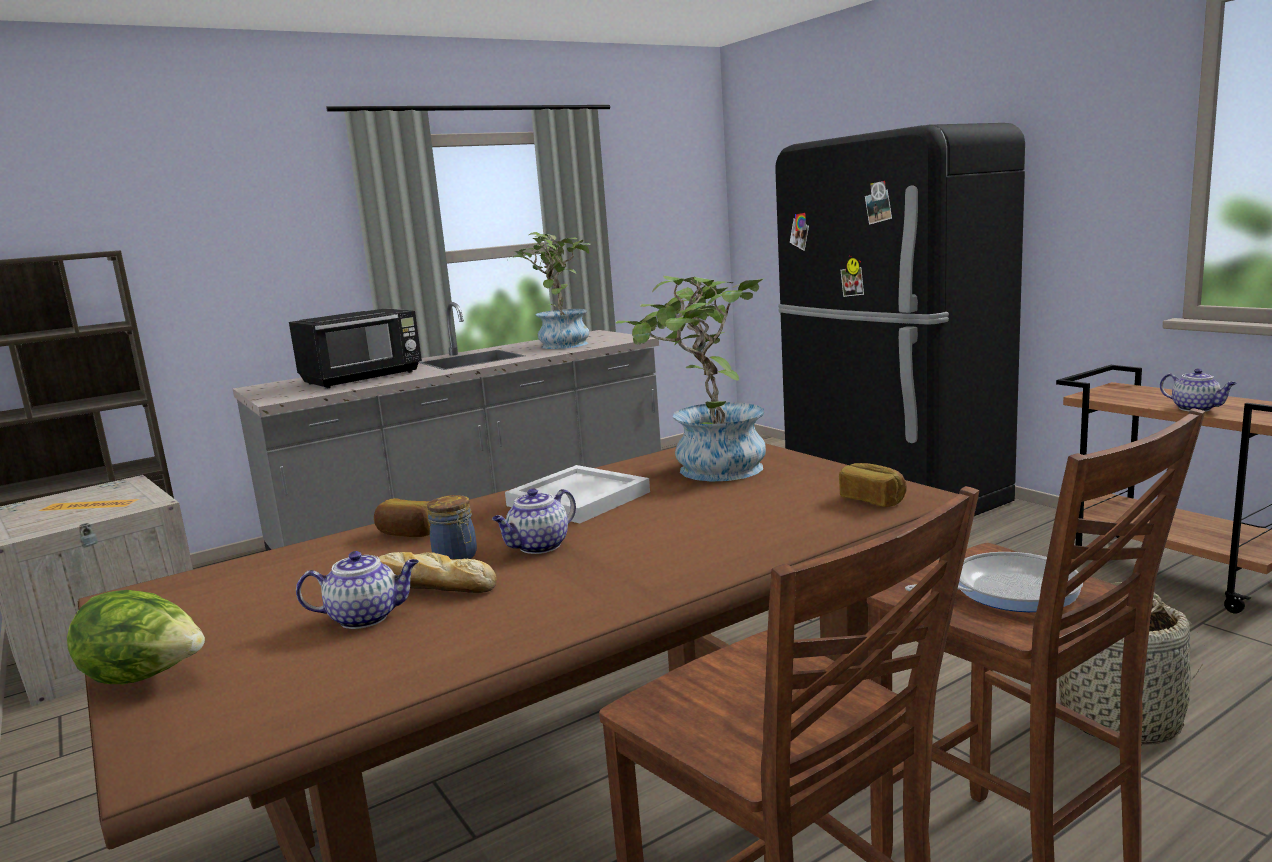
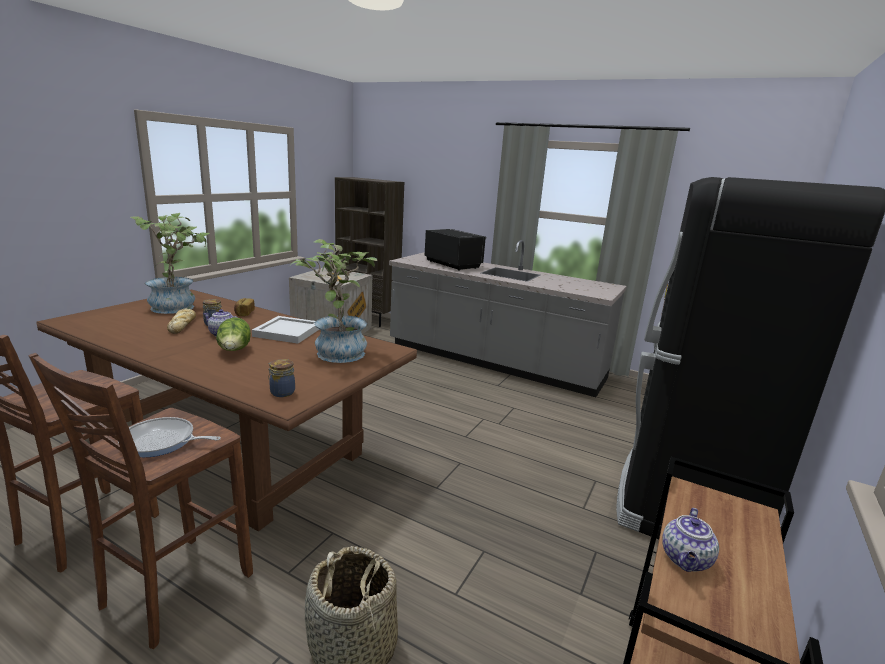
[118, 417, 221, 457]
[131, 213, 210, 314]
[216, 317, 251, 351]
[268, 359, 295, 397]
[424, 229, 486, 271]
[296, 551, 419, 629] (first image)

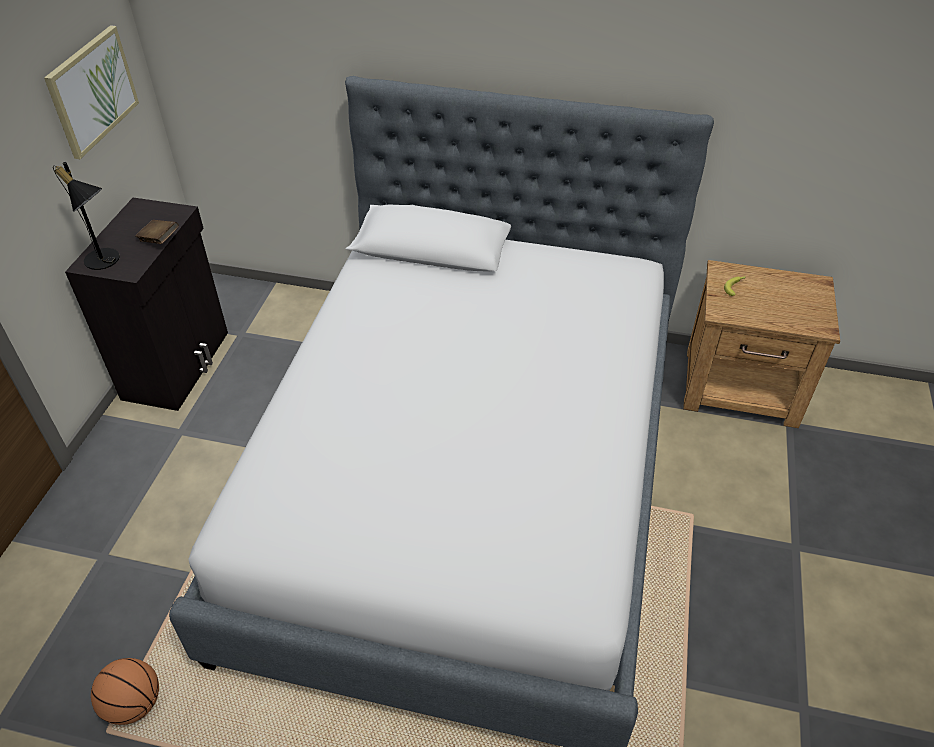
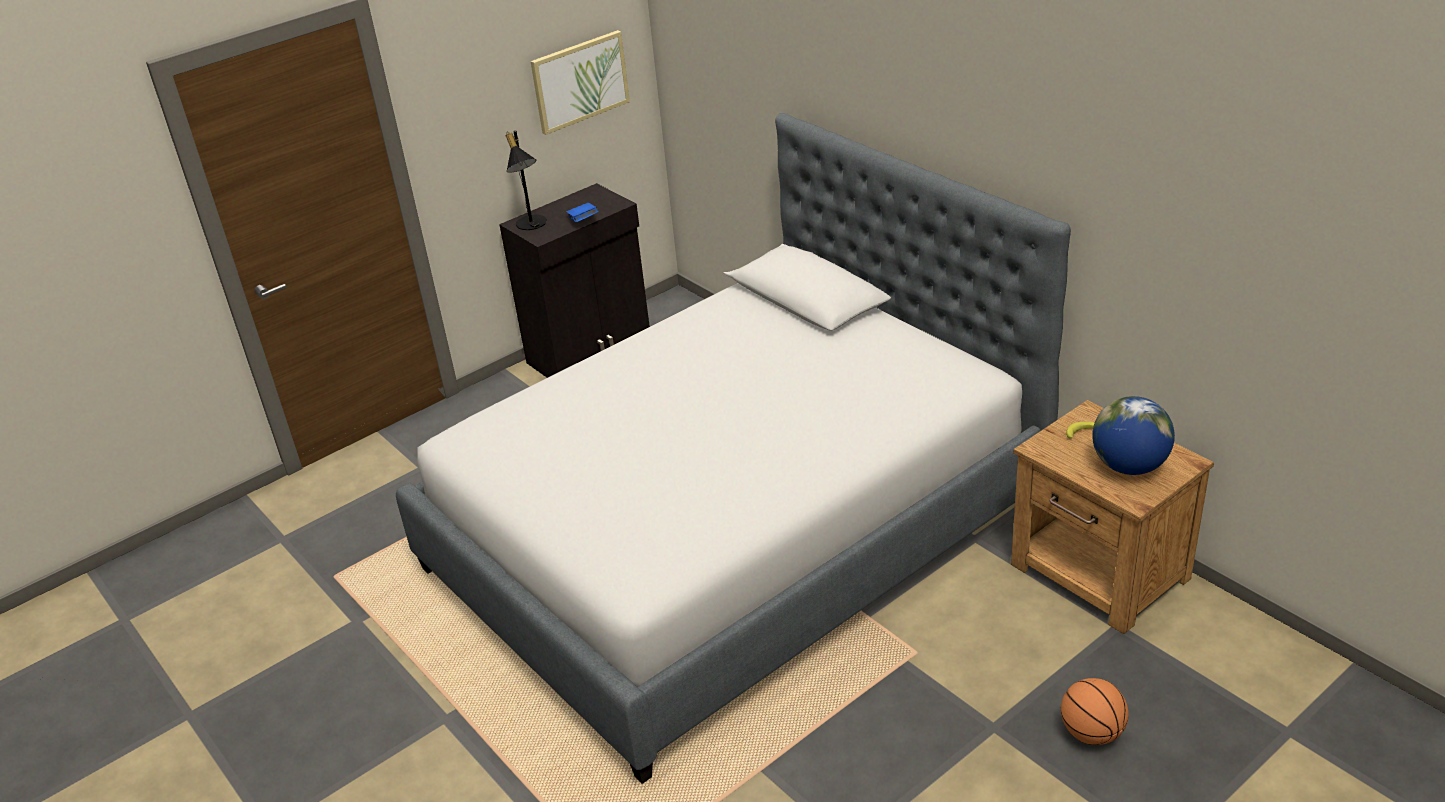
[567, 203, 599, 222]
[1061, 678, 1129, 745]
[1092, 396, 1175, 475]

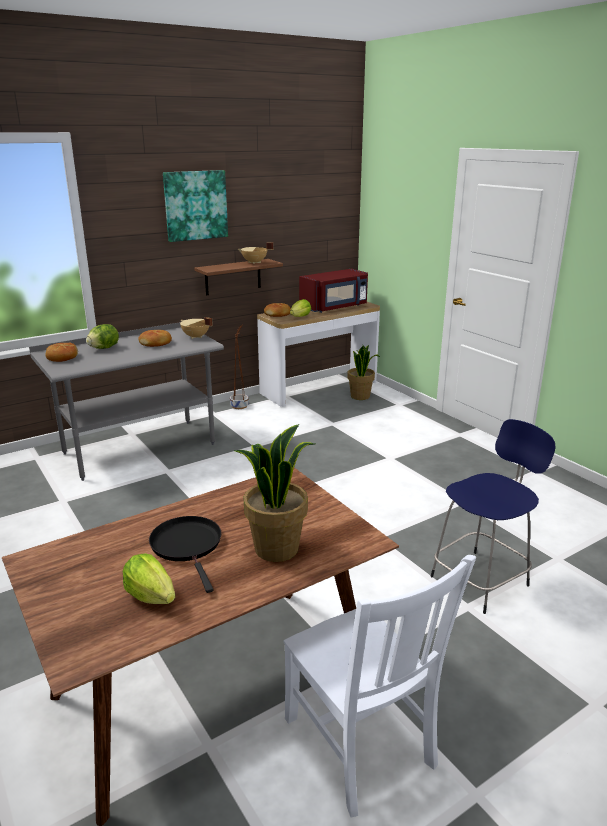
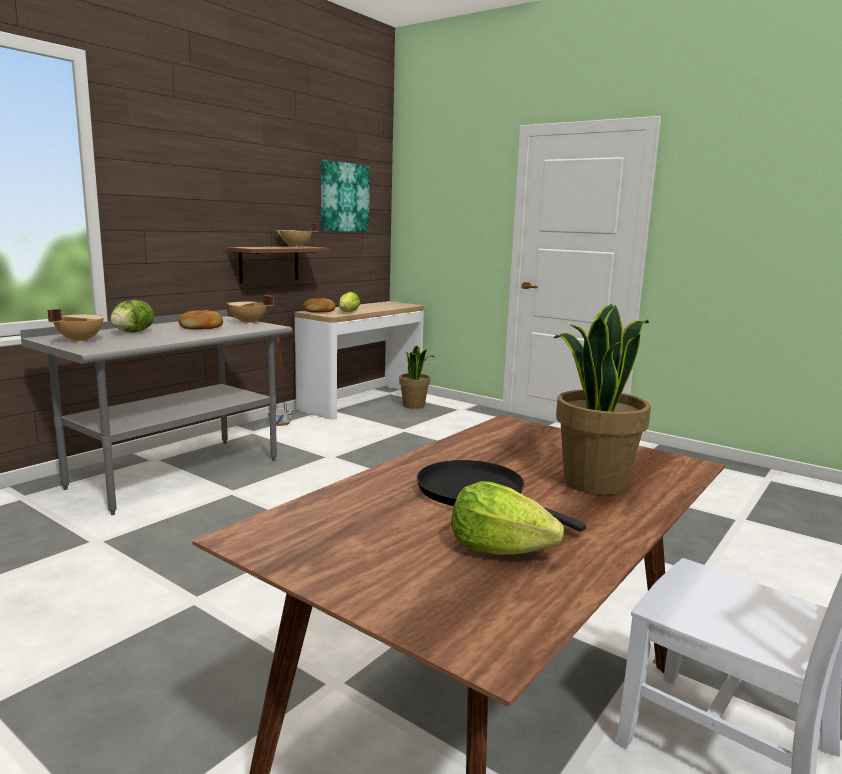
[47, 309, 104, 342]
[321, 160, 370, 232]
[299, 269, 368, 313] (first image)
[430, 419, 556, 614] (first image)

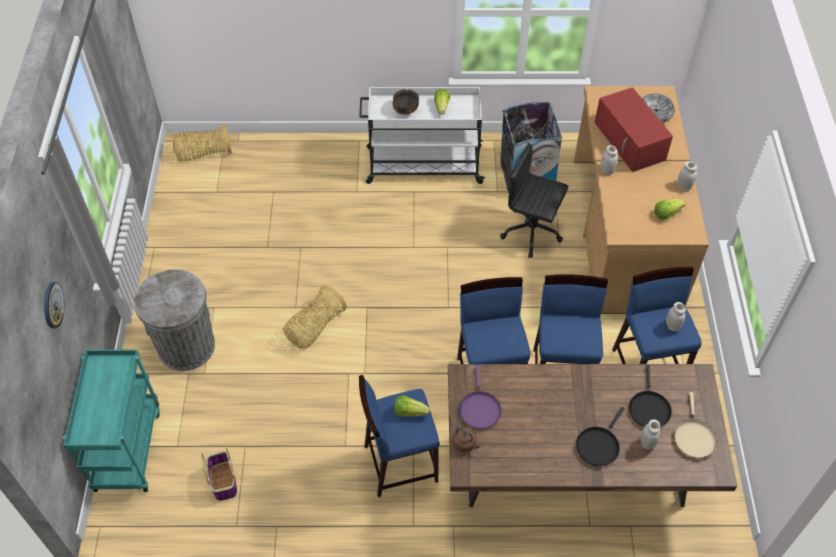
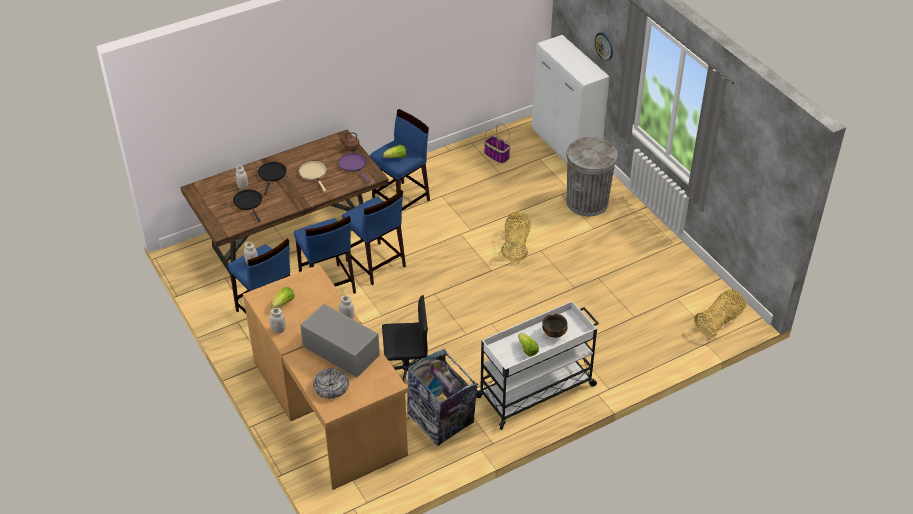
[299, 161, 327, 192]
[300, 304, 380, 377]
[532, 35, 610, 163]

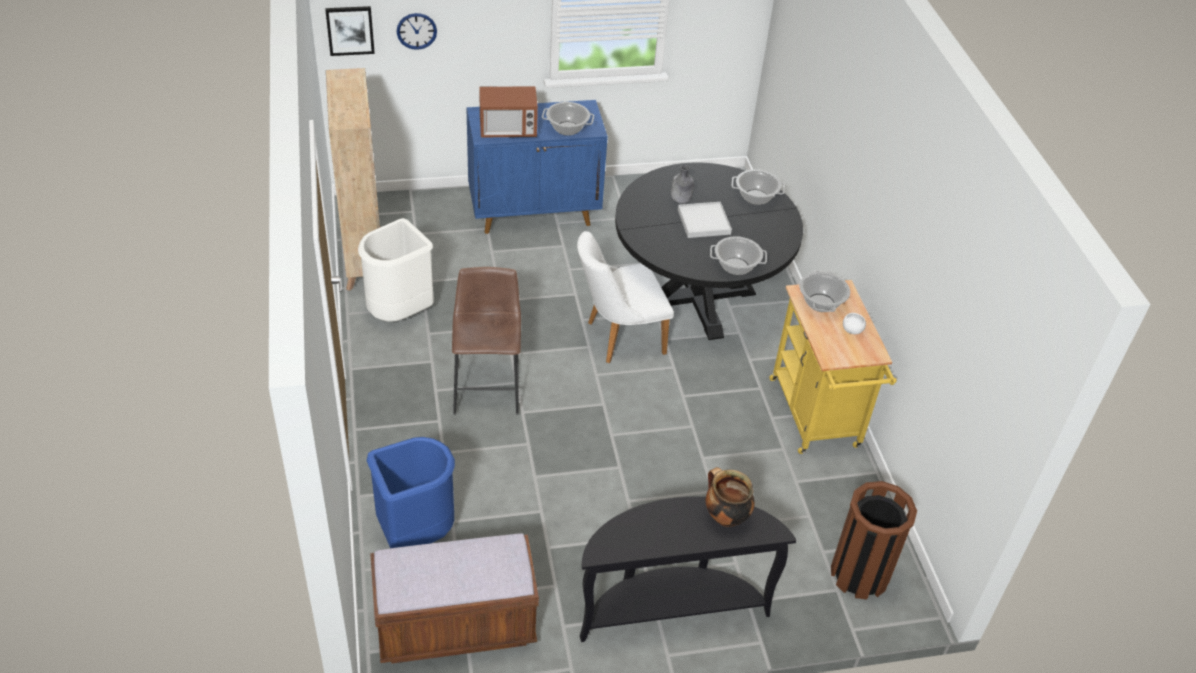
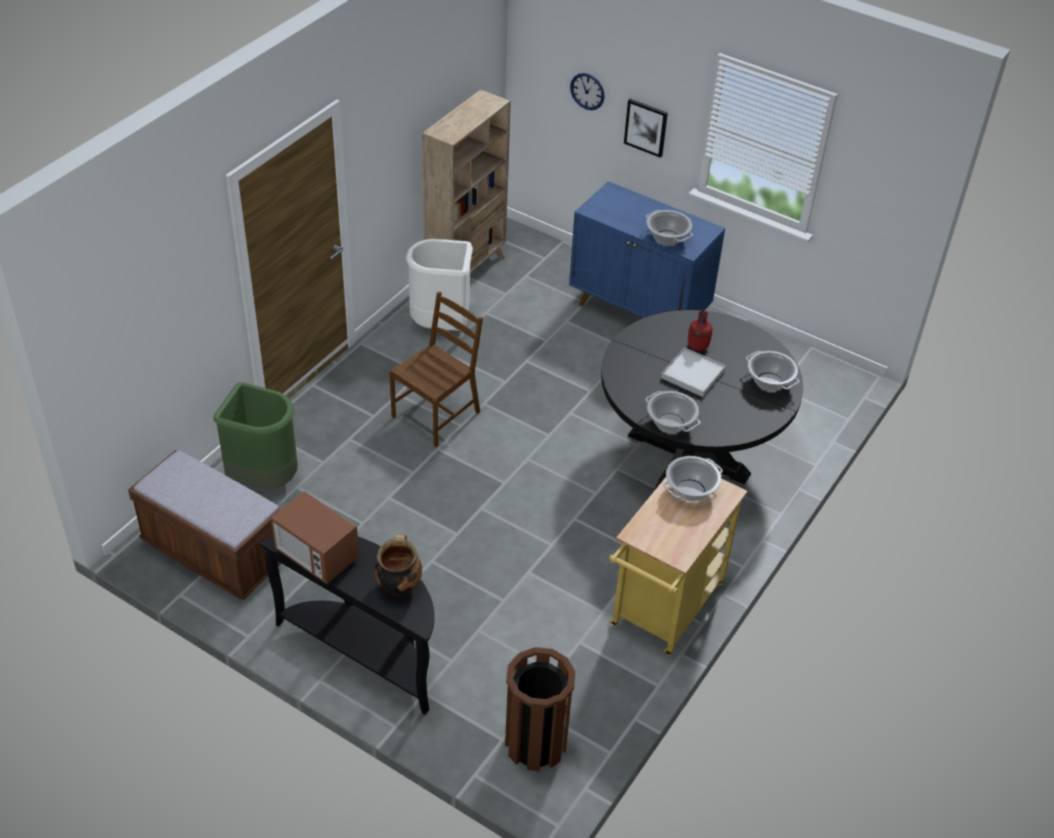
[213, 382, 298, 489]
[271, 491, 359, 584]
[389, 291, 483, 447]
[624, 99, 668, 158]
[688, 311, 712, 351]
[577, 231, 674, 363] (first image)
[843, 313, 866, 334] (first image)

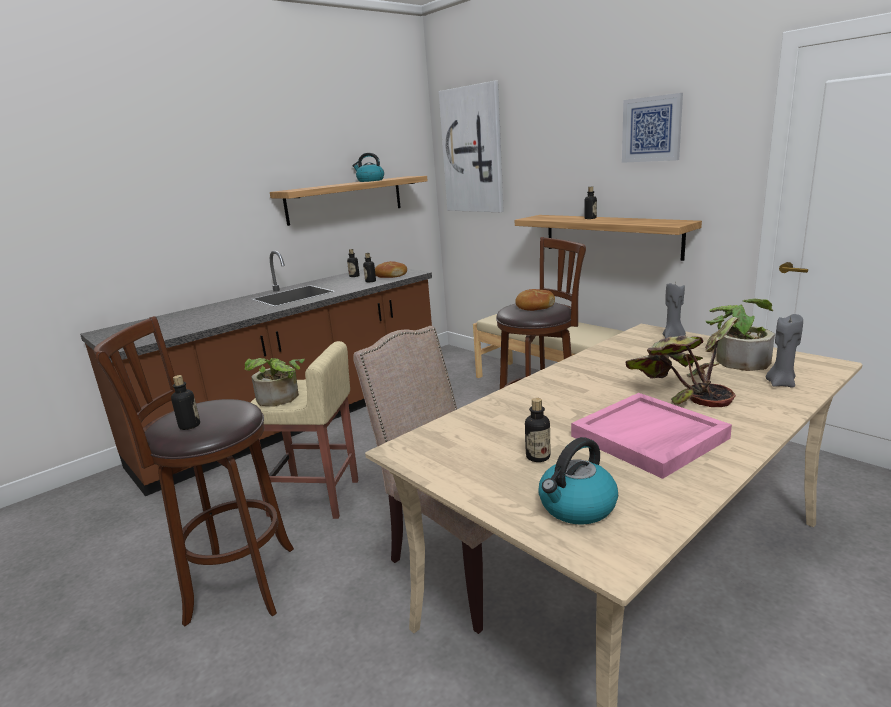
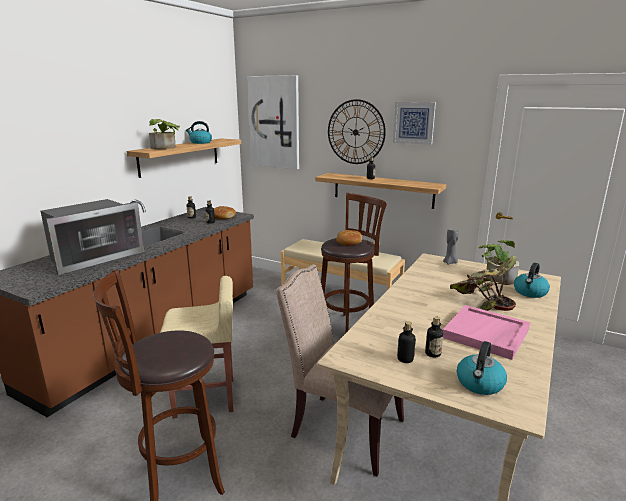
[41, 199, 144, 275]
[149, 119, 180, 149]
[328, 99, 386, 164]
[397, 321, 416, 363]
[514, 263, 550, 298]

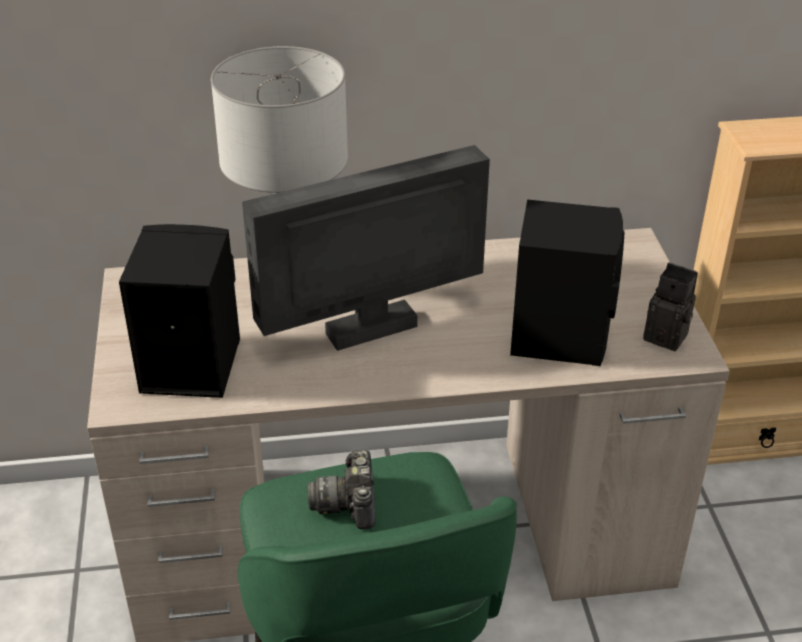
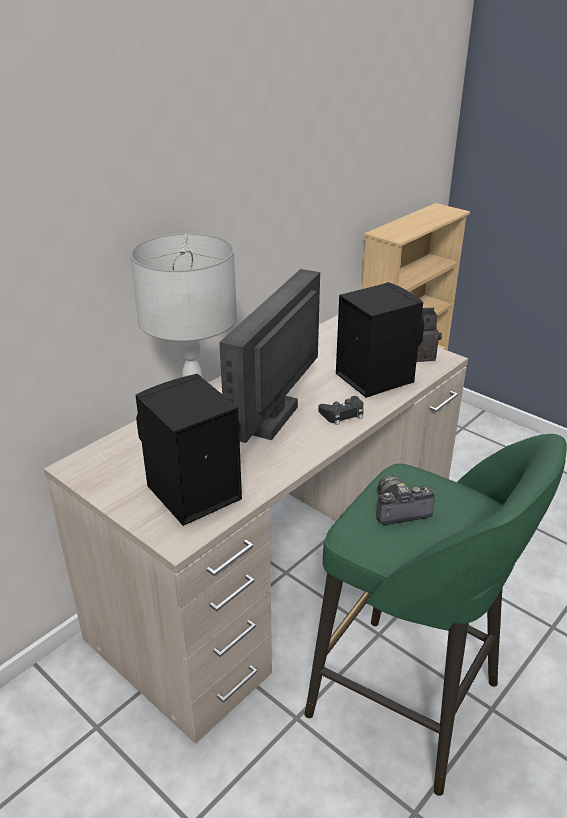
[318, 396, 364, 425]
[376, 475, 435, 525]

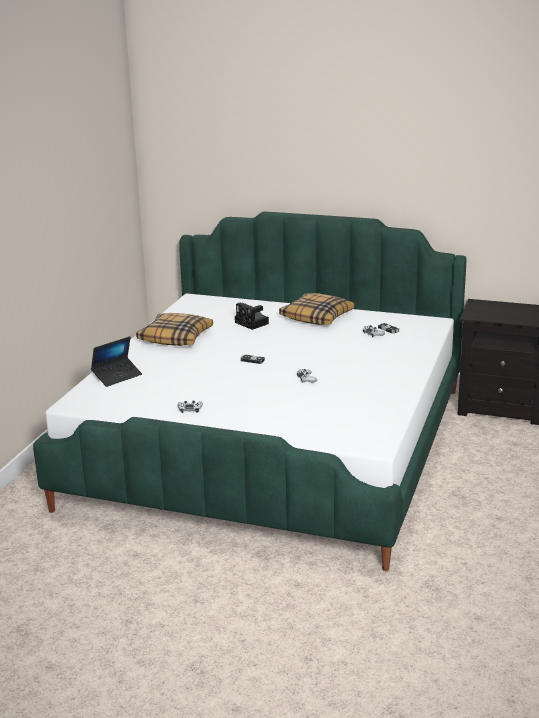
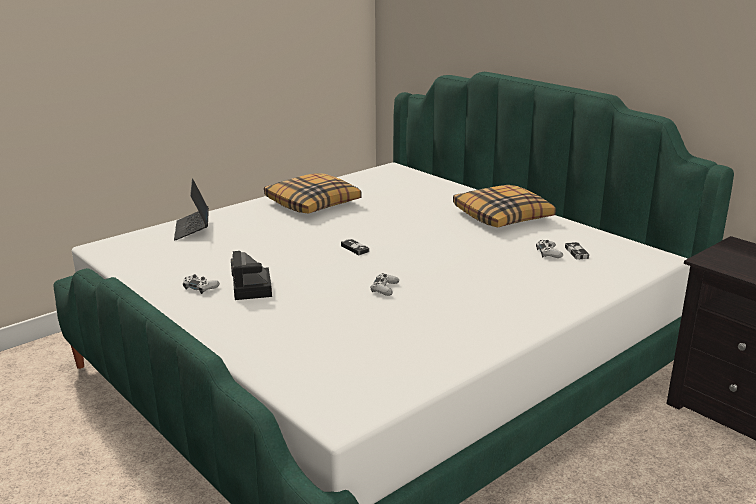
[174, 178, 209, 241]
[231, 251, 272, 300]

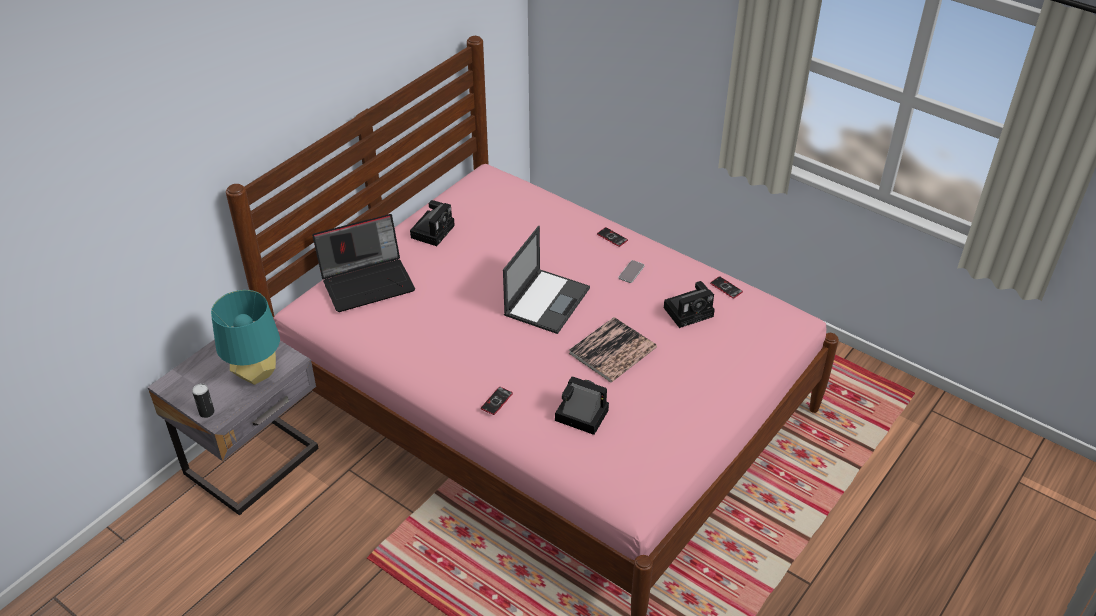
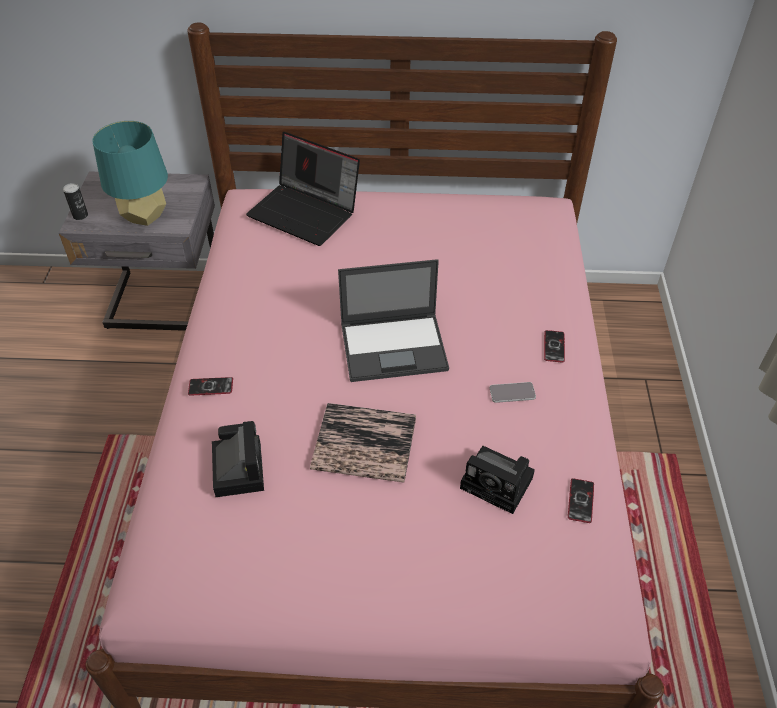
[410, 200, 455, 246] (first image)

